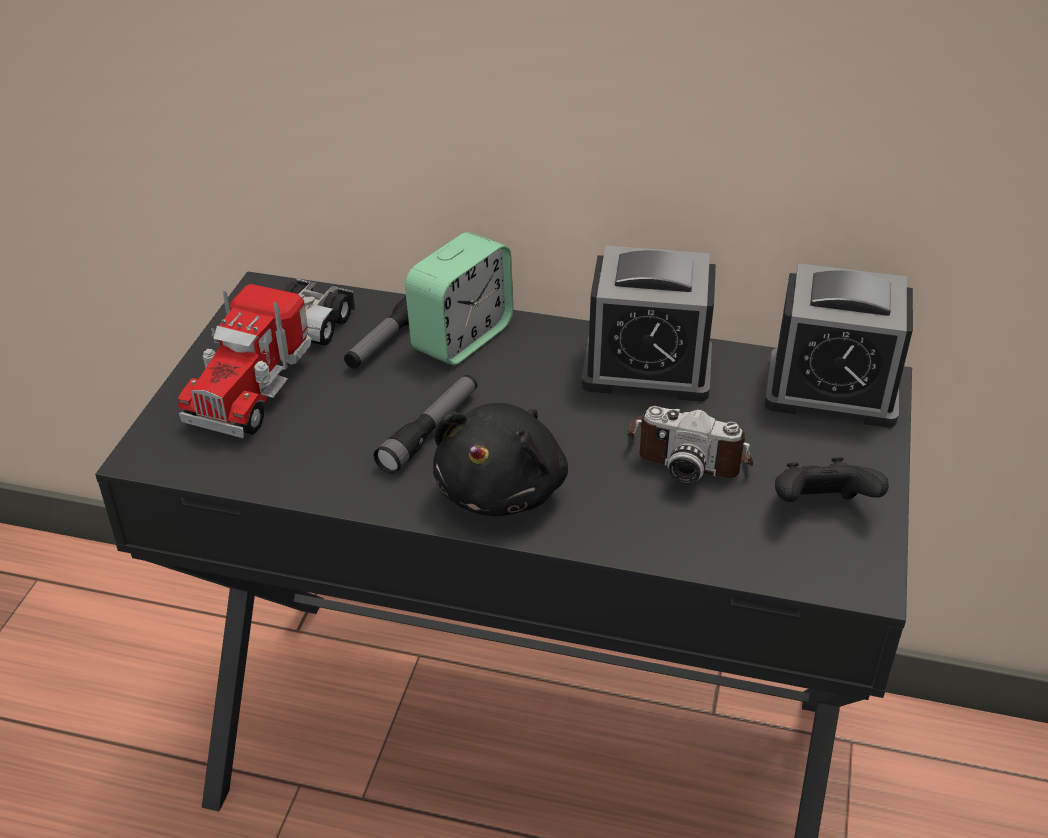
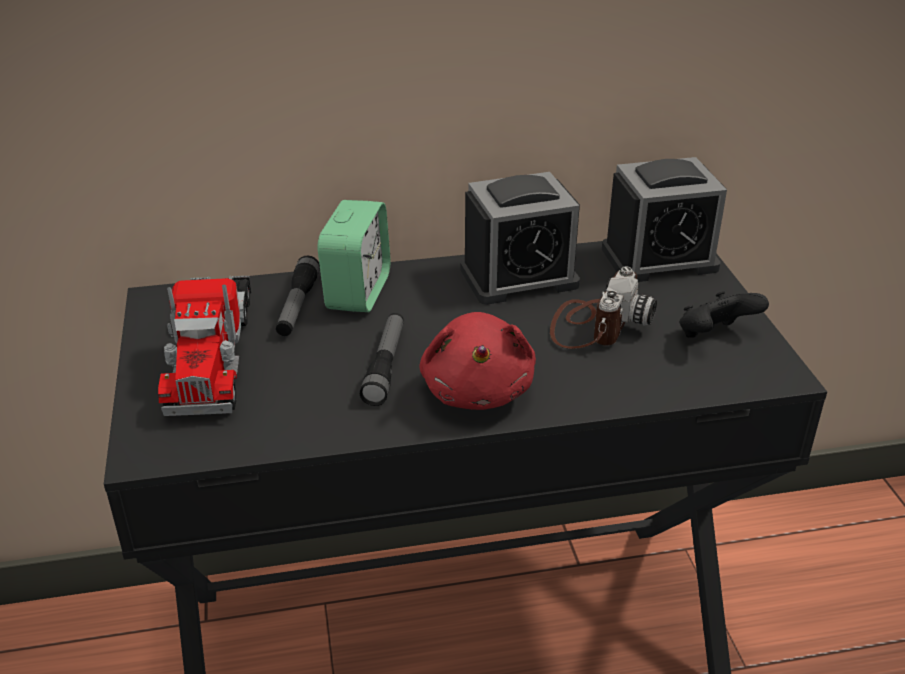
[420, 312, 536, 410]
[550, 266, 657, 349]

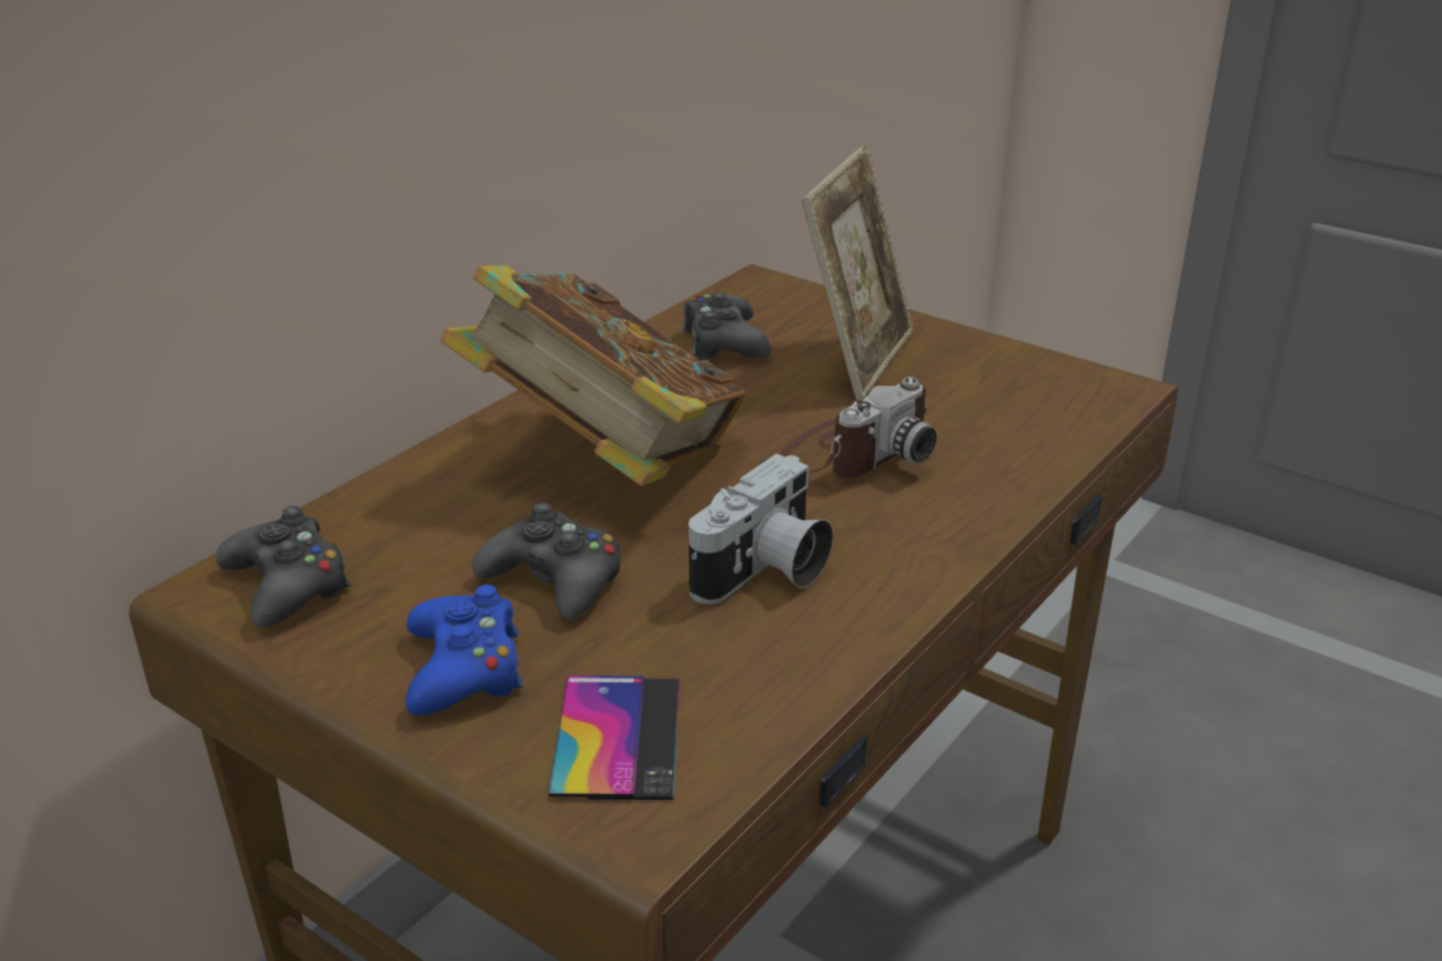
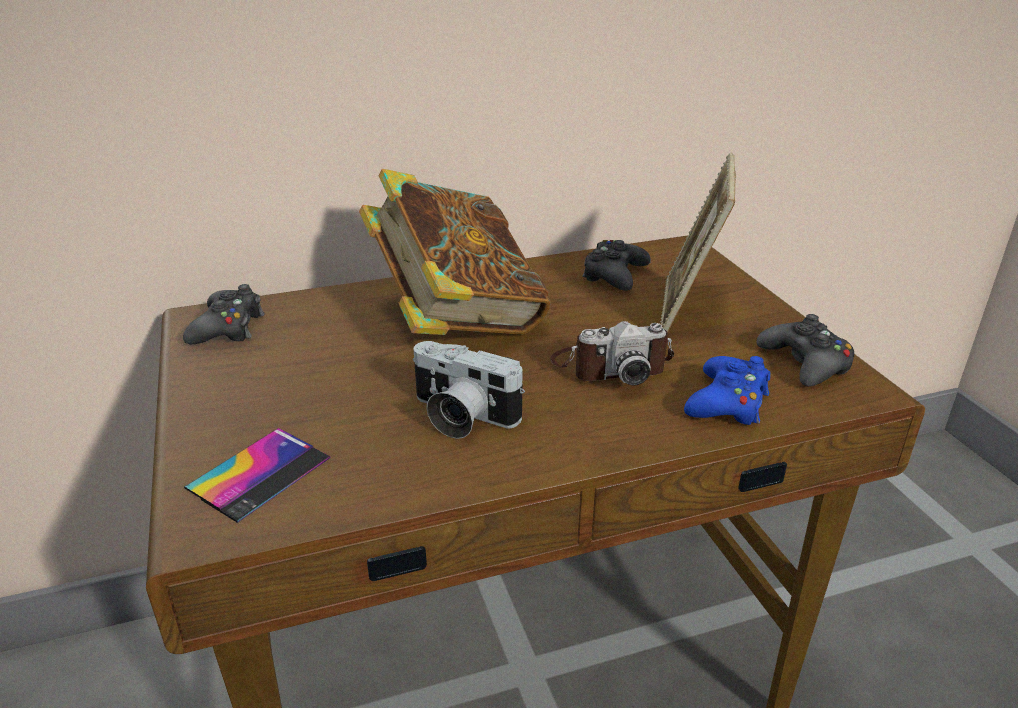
[413, 341, 525, 439]
[660, 152, 736, 332]
[684, 356, 770, 425]
[756, 314, 854, 387]

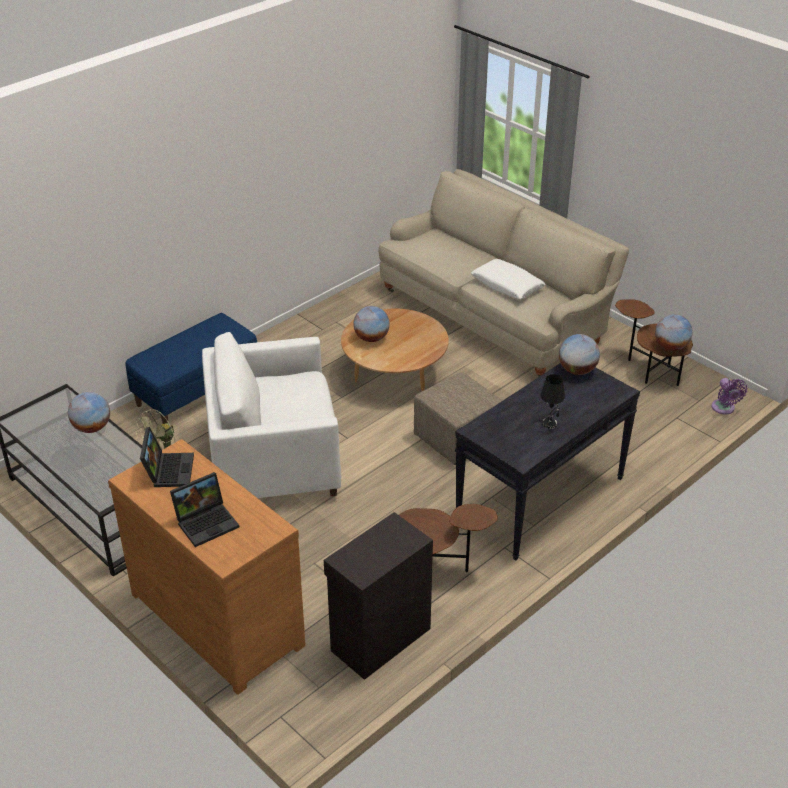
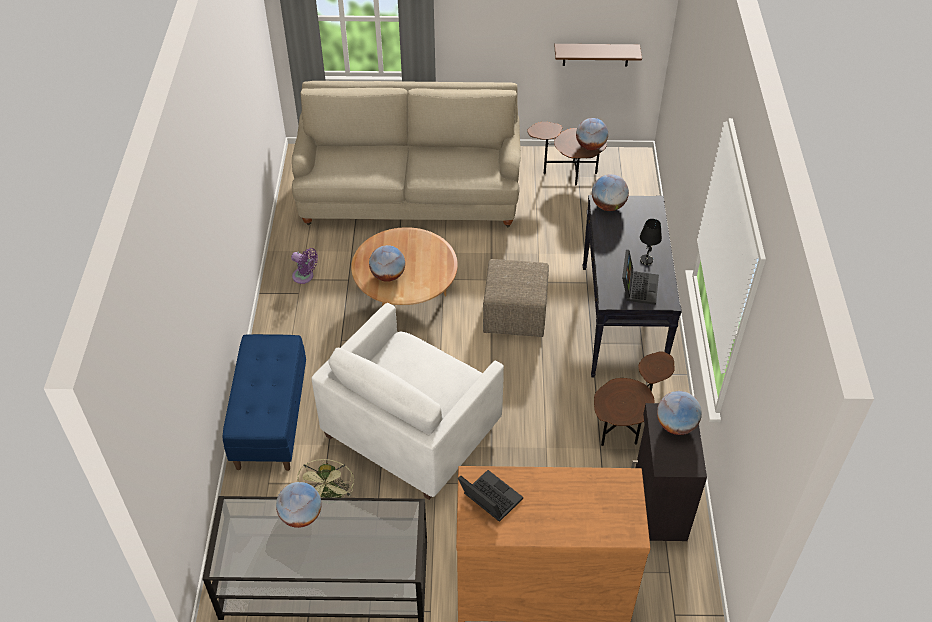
[291, 248, 318, 284]
[554, 44, 642, 67]
[622, 250, 659, 305]
[657, 391, 702, 435]
[471, 259, 546, 300] (first image)

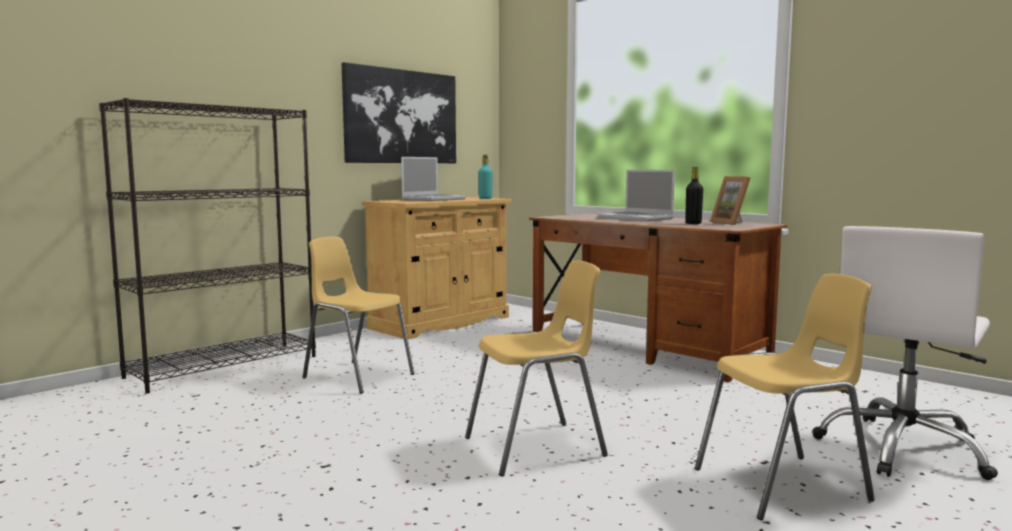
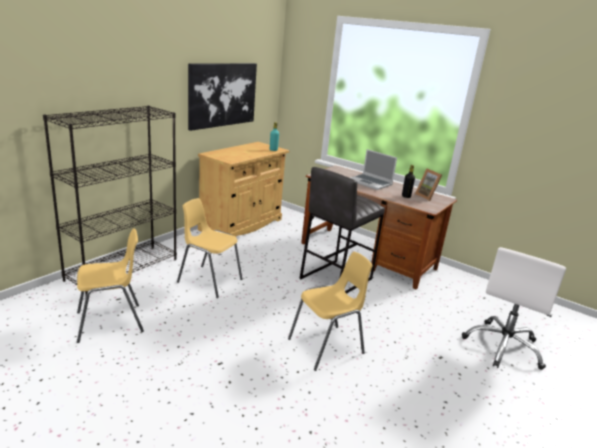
[77, 228, 144, 343]
[299, 167, 385, 294]
[401, 157, 466, 201] (first image)

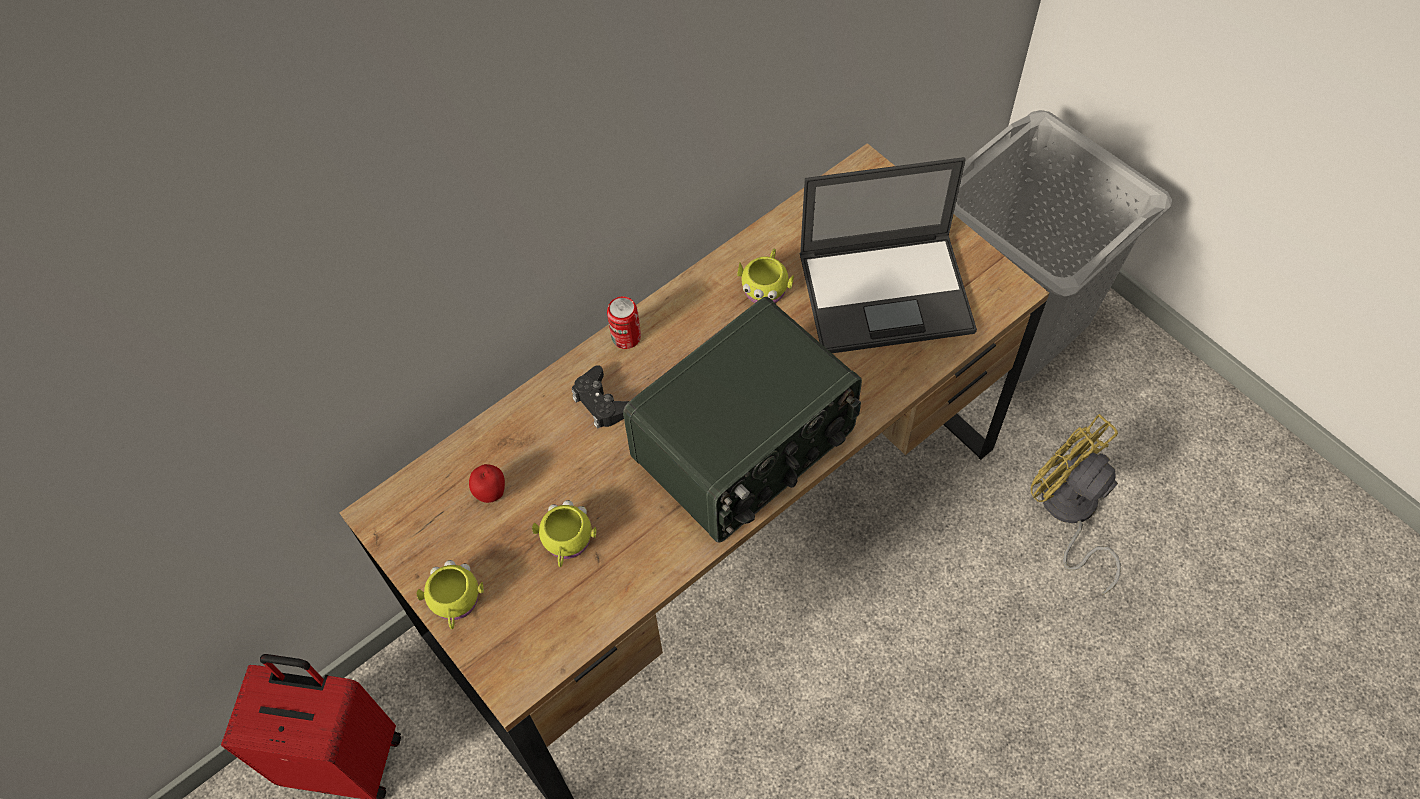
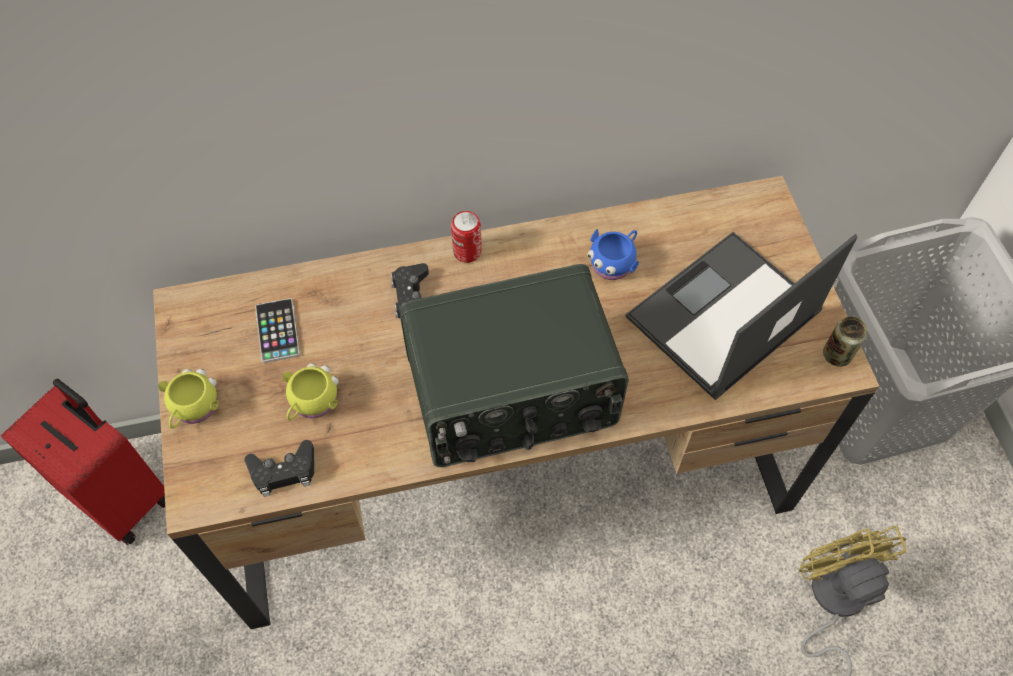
[244, 440, 314, 497]
[255, 298, 300, 363]
[587, 229, 639, 280]
[626, 232, 857, 400]
[823, 317, 867, 367]

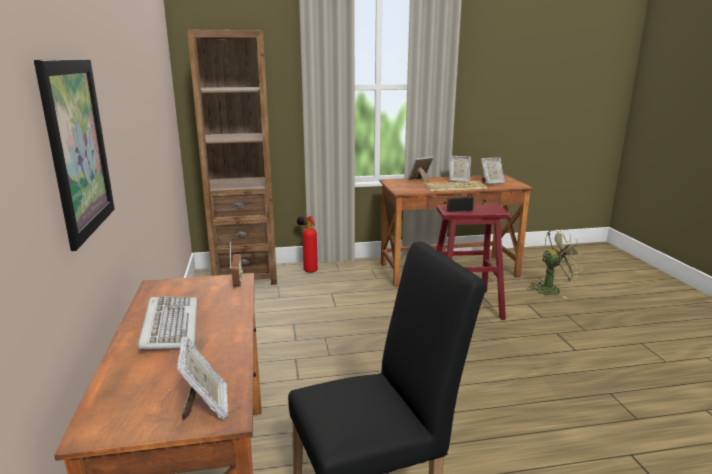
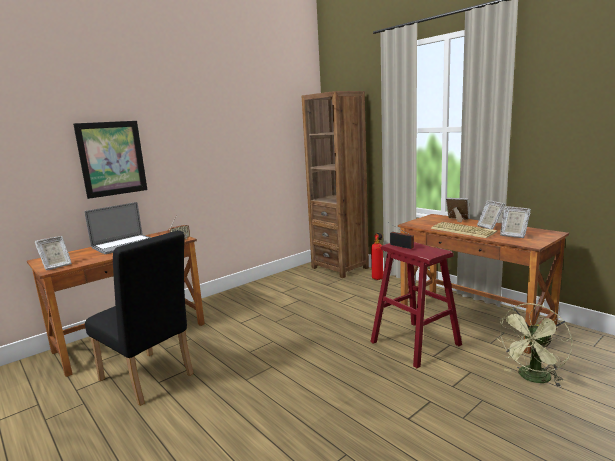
[84, 202, 151, 254]
[496, 303, 573, 387]

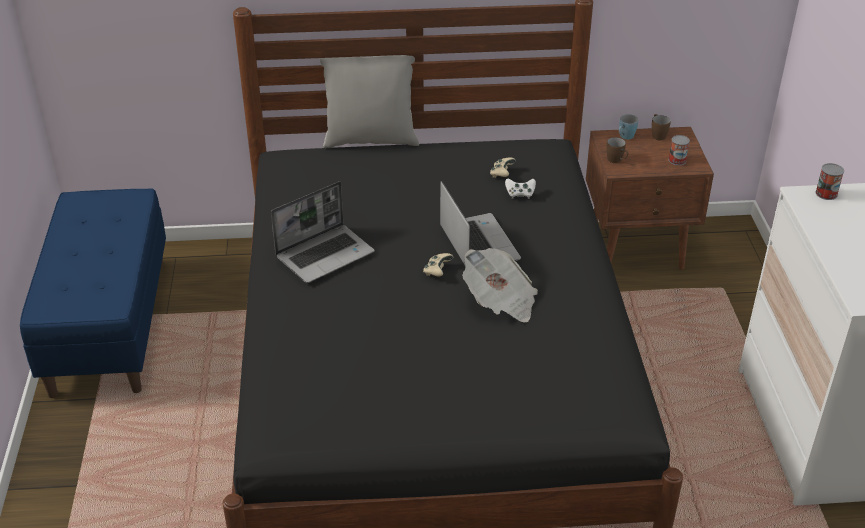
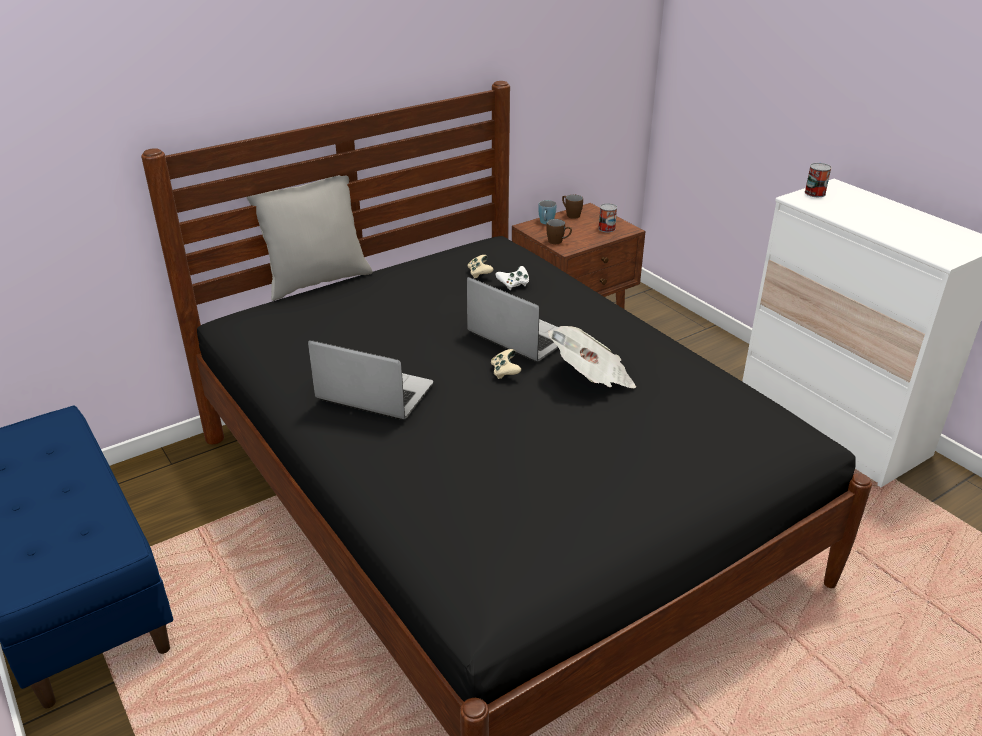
[308, 340, 433, 420]

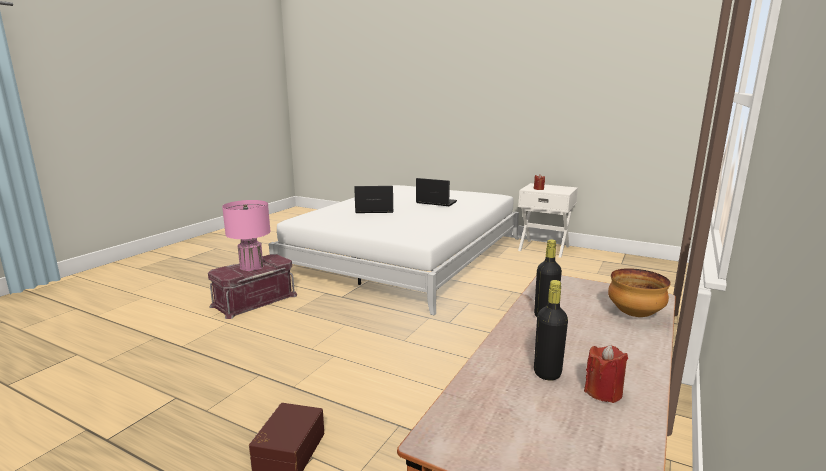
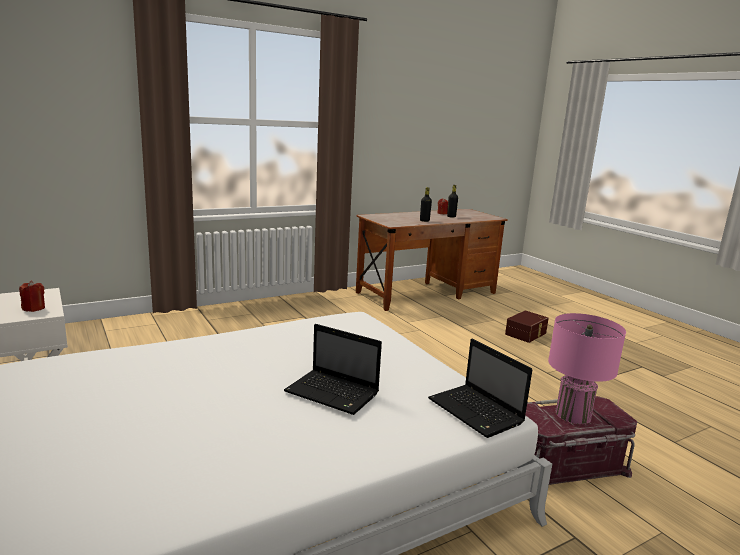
[428, 339, 532, 438]
[608, 268, 670, 317] (first image)

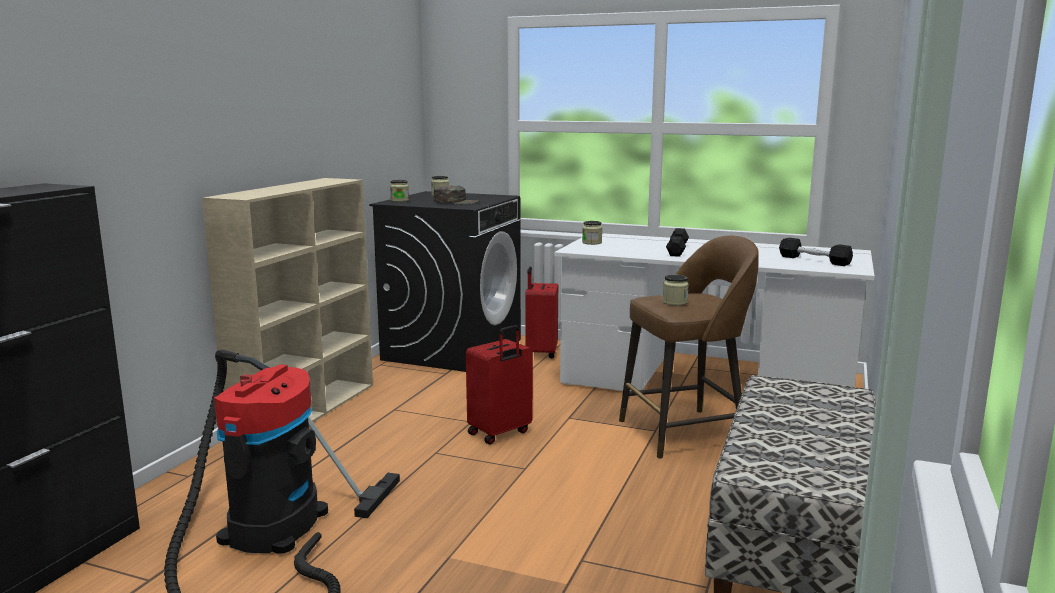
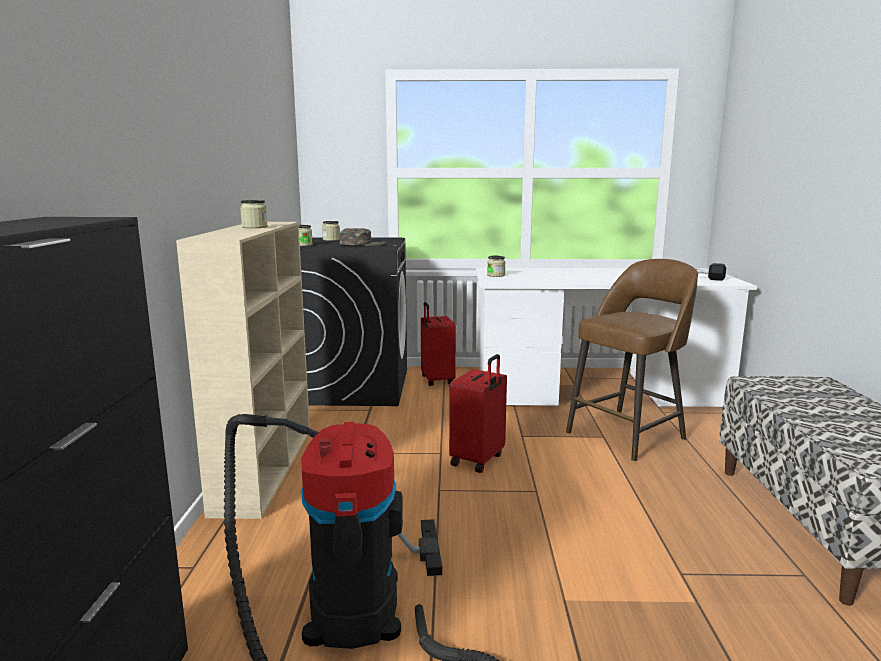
[240, 200, 268, 228]
[666, 228, 689, 257] (first image)

